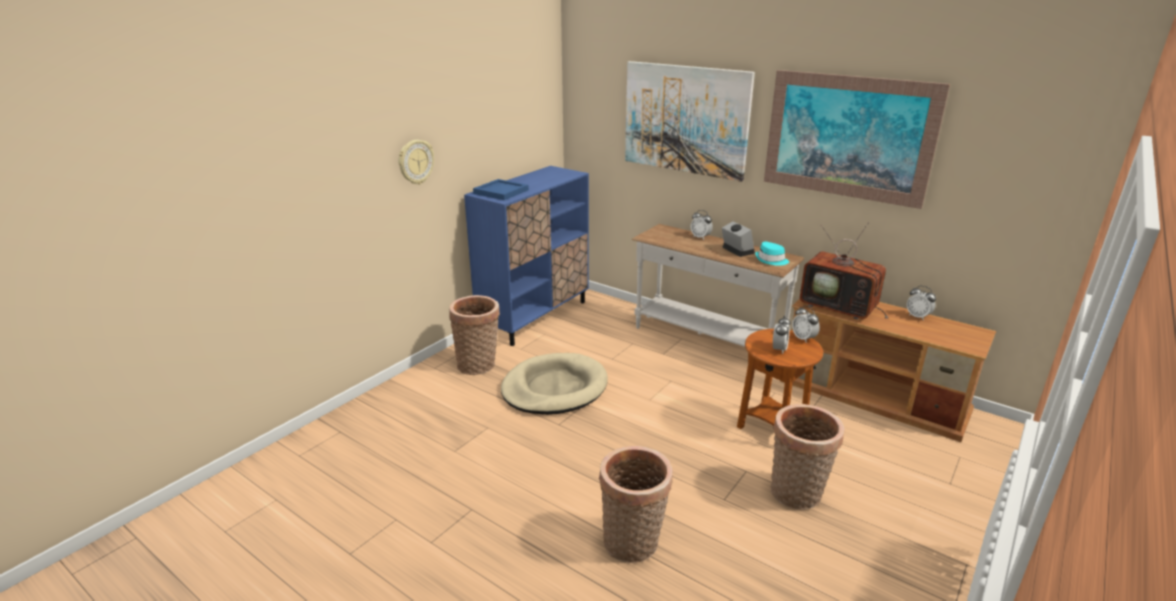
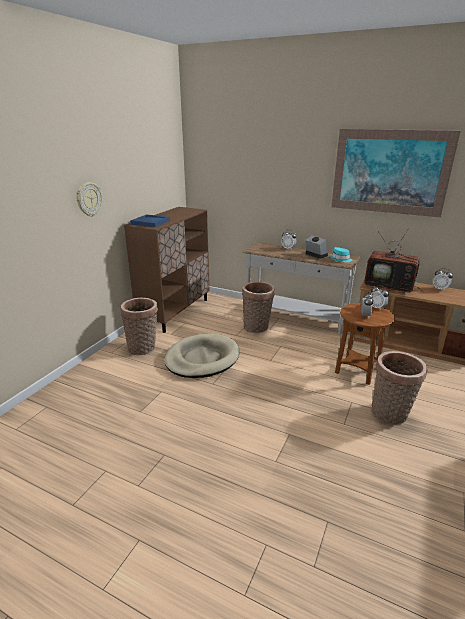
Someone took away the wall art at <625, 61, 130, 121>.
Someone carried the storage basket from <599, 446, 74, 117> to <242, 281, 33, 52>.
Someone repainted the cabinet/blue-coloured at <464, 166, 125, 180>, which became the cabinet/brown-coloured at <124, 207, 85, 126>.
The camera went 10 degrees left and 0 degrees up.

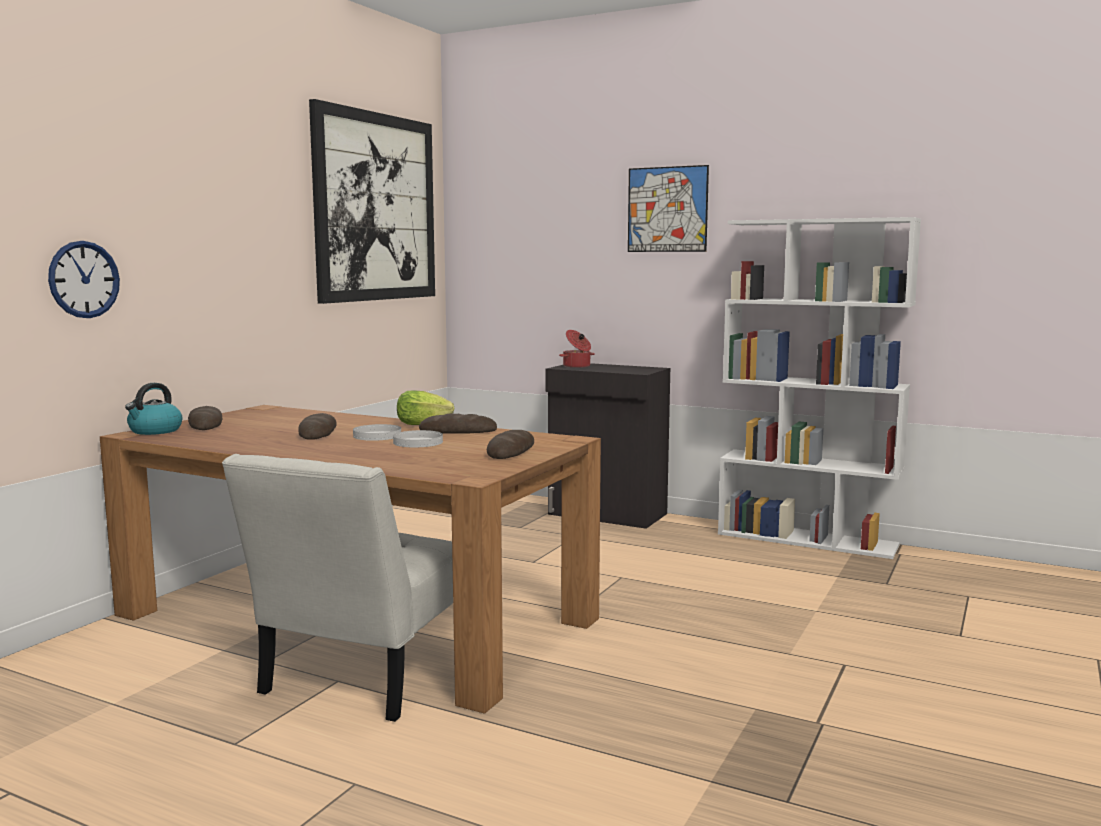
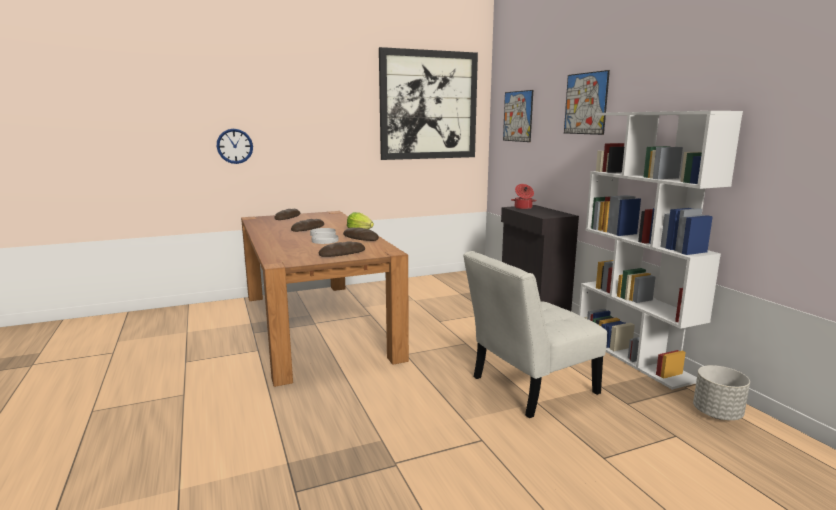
Someone took away the kettle at <125, 383, 57, 52>.
Someone put up the wall art at <503, 90, 30, 52>.
Someone put down the planter/gray at <693, 365, 57, 55>.
Someone carried the plain chair/white-coloured from <222, 454, 231, 268> to <463, 251, 144, 167>.
The camera went 40 degrees right and 5 degrees up.

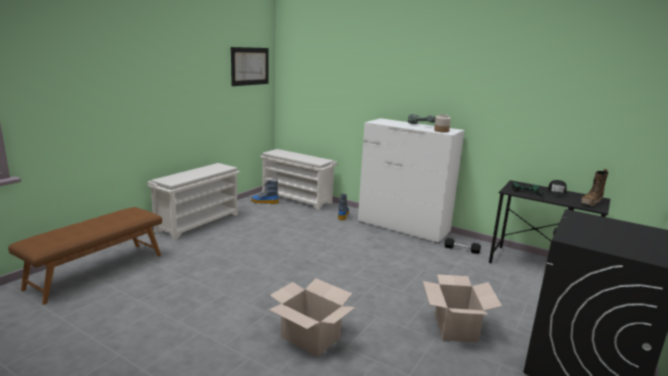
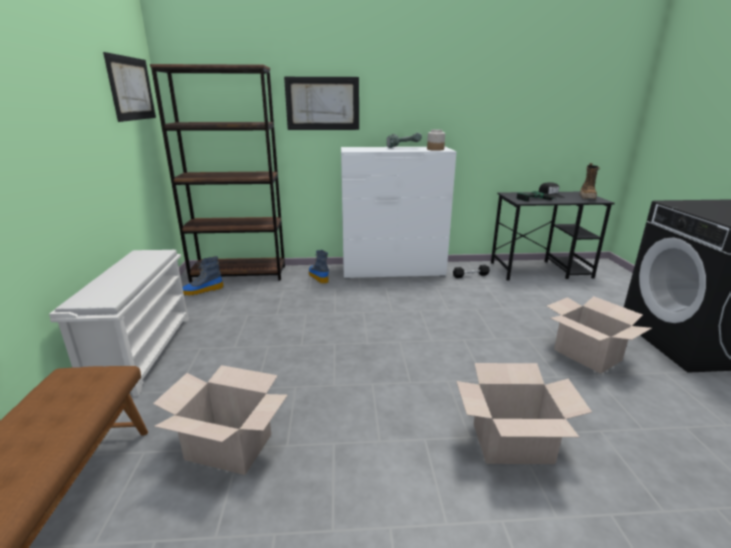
Someone put down the cardboard box at <153, 365, 135, 110>.
Someone put up the wall art at <284, 77, 75, 53>.
Someone swapped the shoe shelf/white-coloured at <260, 149, 77, 61> for the bookshelf/brown-coloured at <150, 64, 135, 219>.
The camera went 35 degrees left and 5 degrees up.

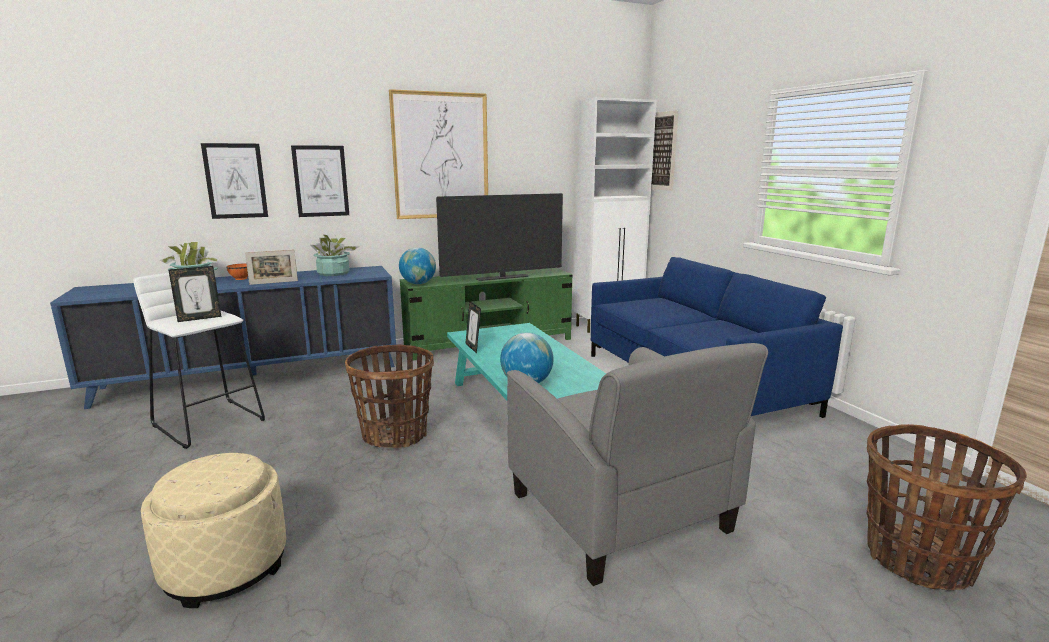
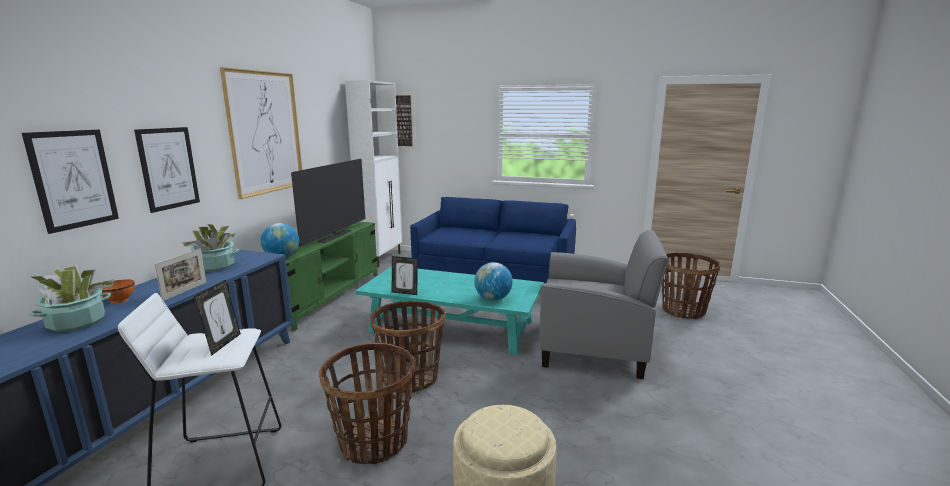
Someone put down the storage basket at <319, 343, 96, 121>.
The camera went 50 degrees left and 0 degrees up.

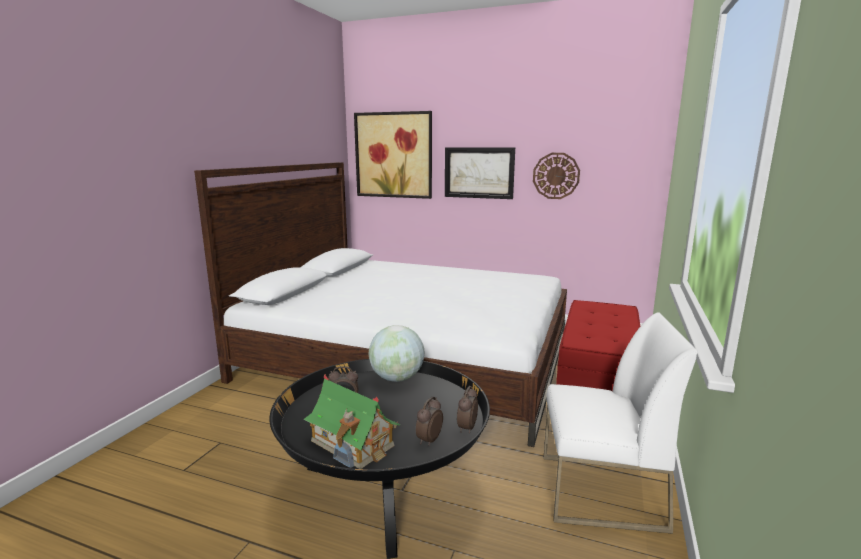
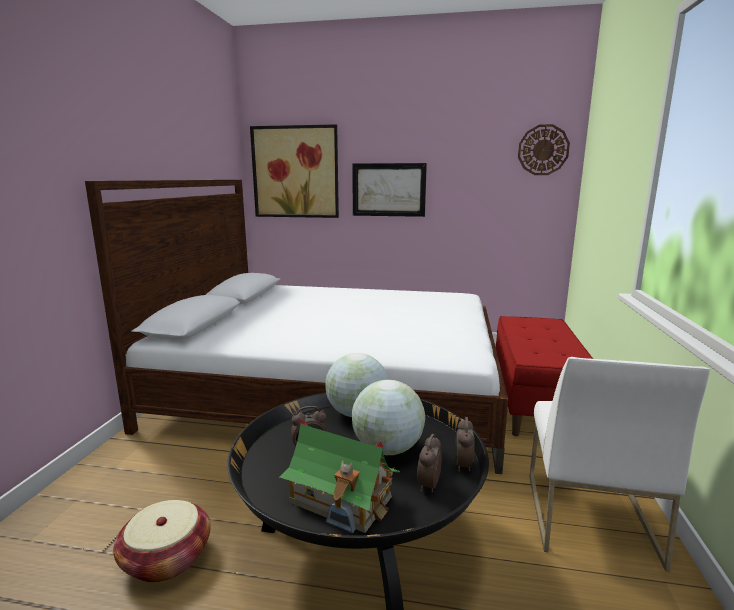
Someone put down the storage basket at <113, 500, 98, 83>.
Someone put down the world globe at <352, 380, 73, 75>.
Someone carried the clock on the wall from <533, 153, 47, 46> to <518, 124, 52, 51>.
Someone rotated the plain chair/white-coloured at <544, 313, 154, 221> by 105 degrees clockwise.
The camera went 10 degrees left and 0 degrees up.

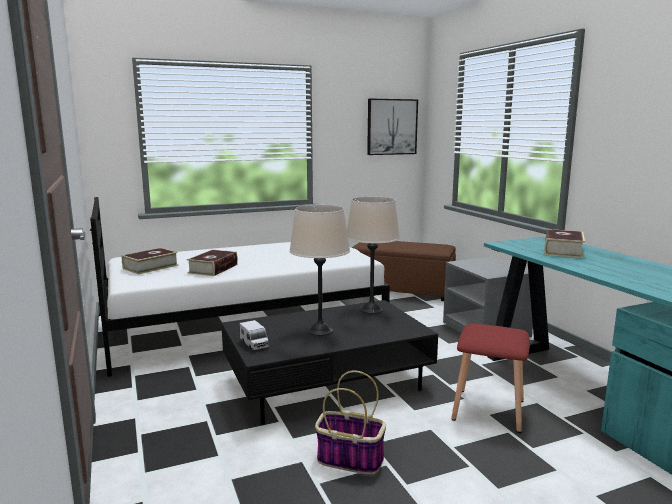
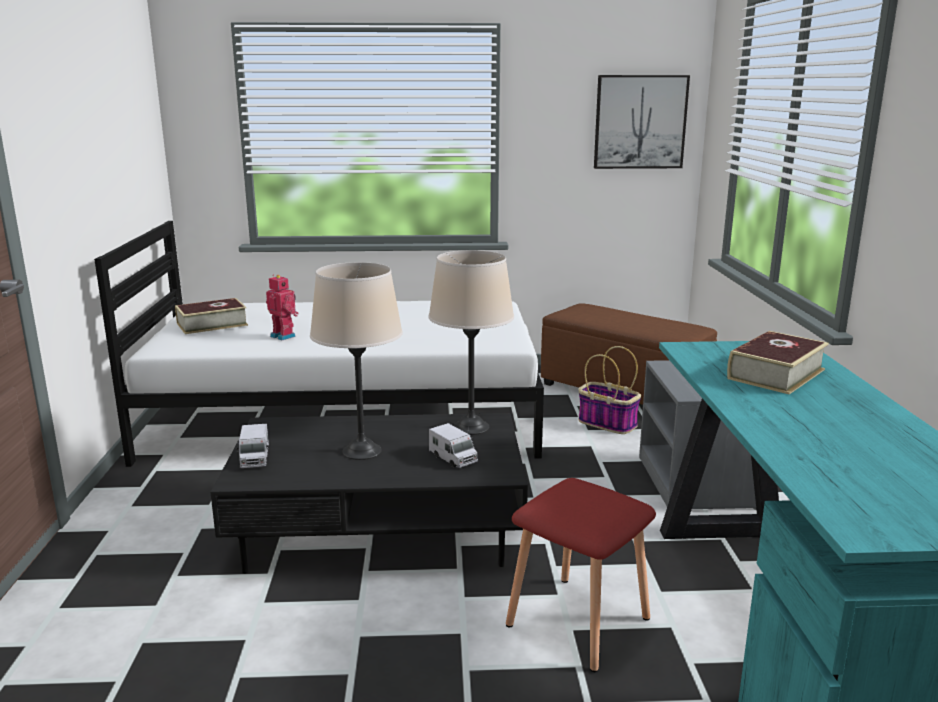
Someone put down the toy truck at <429, 423, 49, 45>.
Someone carried the storage basket from <315, 371, 71, 104> to <578, 346, 63, 88>.
Someone swapped the book at <187, 250, 51, 26> for the robot figure at <266, 275, 32, 65>.
The camera went 20 degrees right and 5 degrees up.

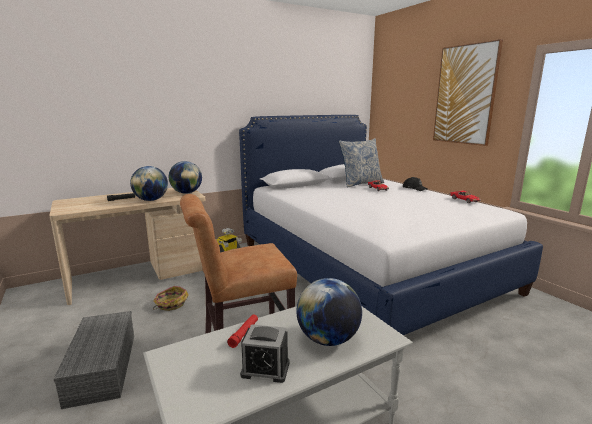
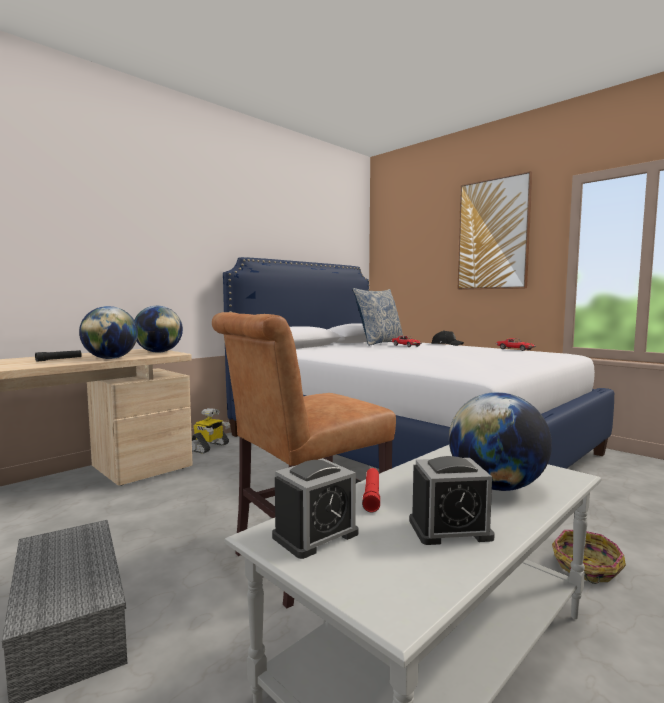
Someone put down the table clock at <272, 458, 86, 101>.
Someone carried the storage basket from <153, 286, 36, 25> to <552, 530, 74, 54>.
The camera went 15 degrees left and 10 degrees down.

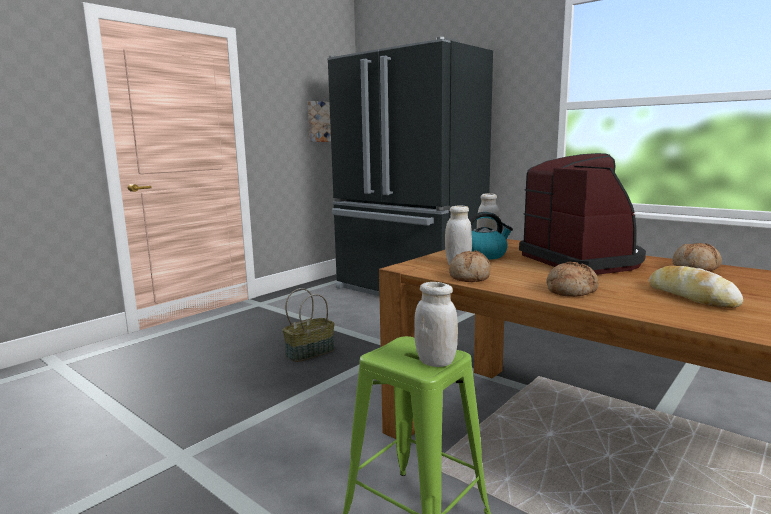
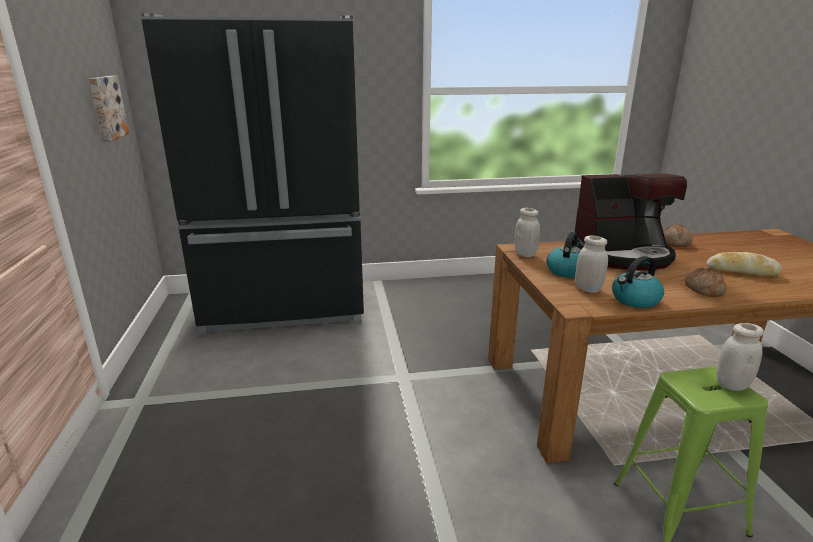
Someone took away the storage basket at <283, 288, 52, 74>.
Someone swapped the bakery bread at <449, 251, 42, 31> for the kettle at <612, 256, 52, 52>.
Someone rotated the coffee maker at <519, 153, 127, 122> by 150 degrees clockwise.
The camera went 50 degrees left and 10 degrees up.

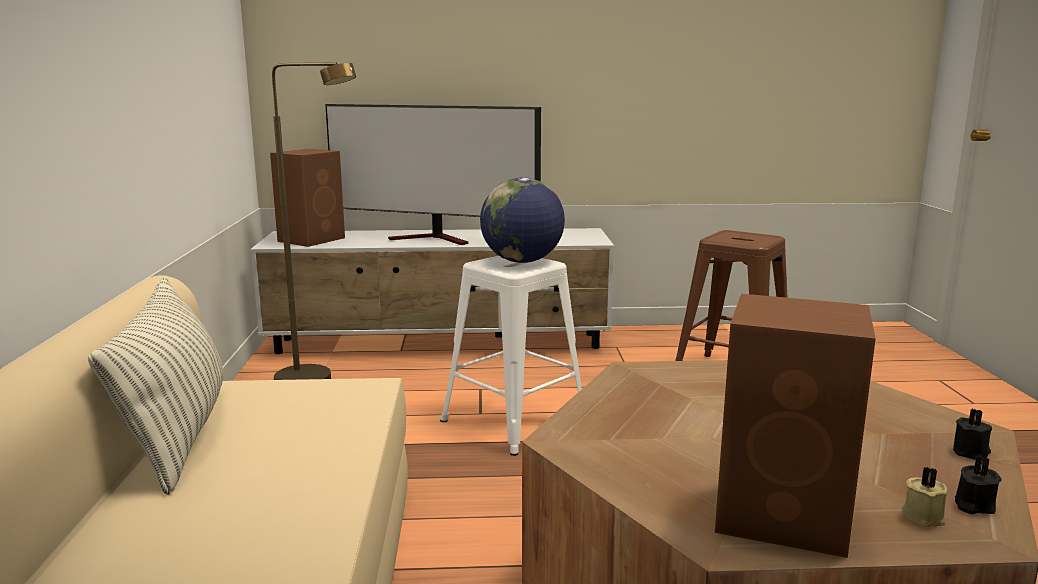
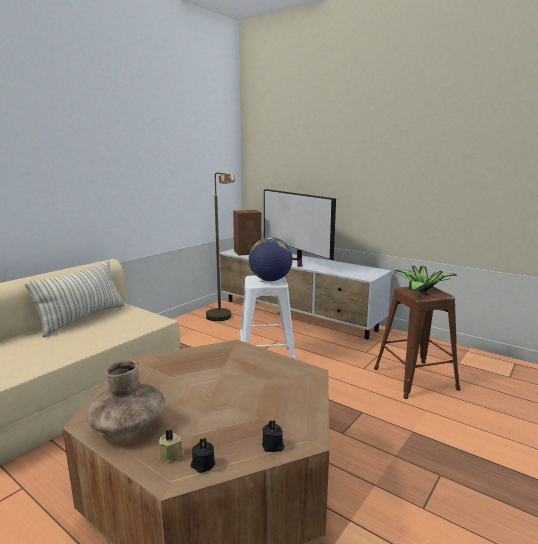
Someone put down the plant in a pot at <394, 266, 63, 26>.
Someone swapped the loudspeaker/brown-coloured at <715, 294, 161, 264> for the decorative vase/brown-coloured at <86, 360, 79, 76>.
The camera went 40 degrees right and 0 degrees up.

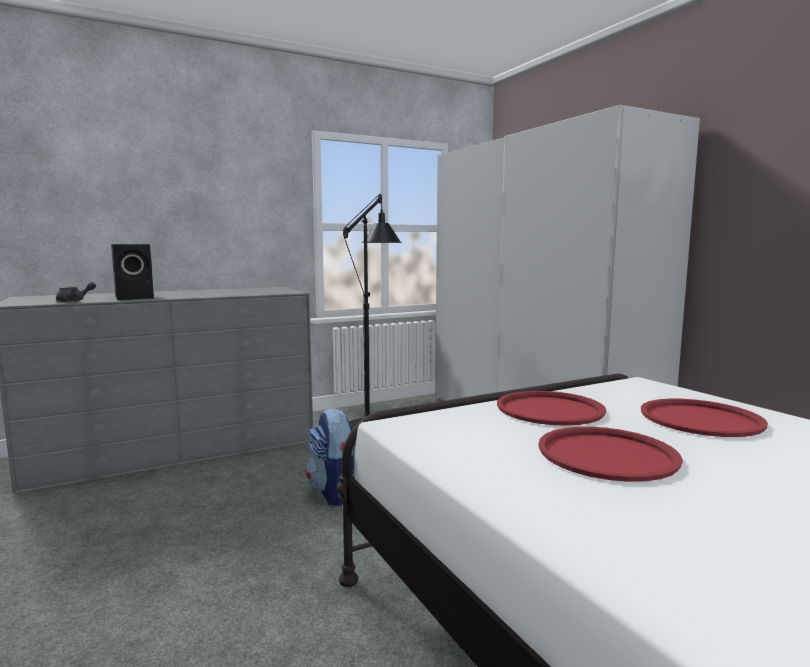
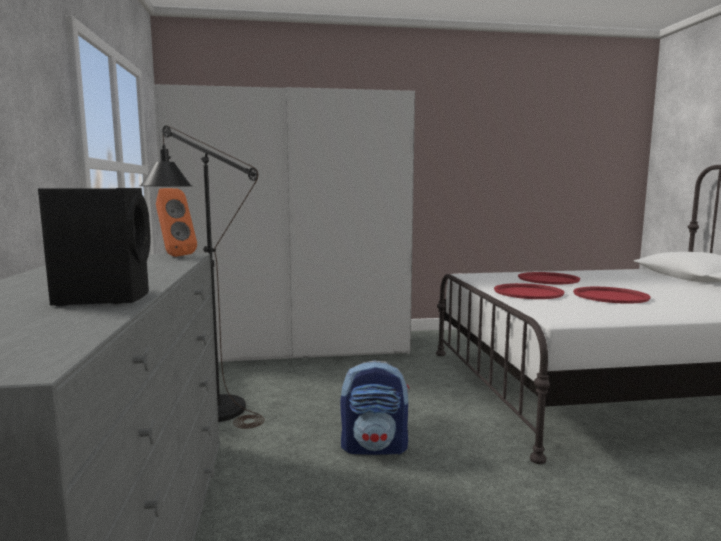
Someone took away the teapot/gray at <56, 282, 40, 20>.
Someone put down the loudspeaker/orange at <156, 188, 41, 69>.
The camera went 70 degrees left and 0 degrees up.

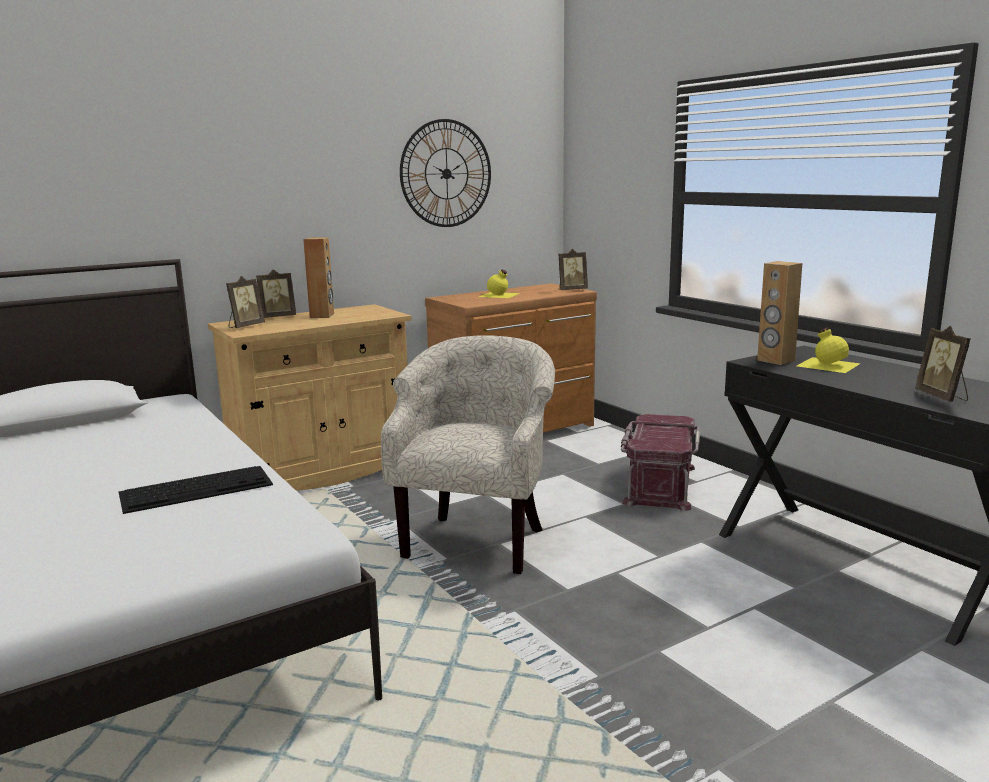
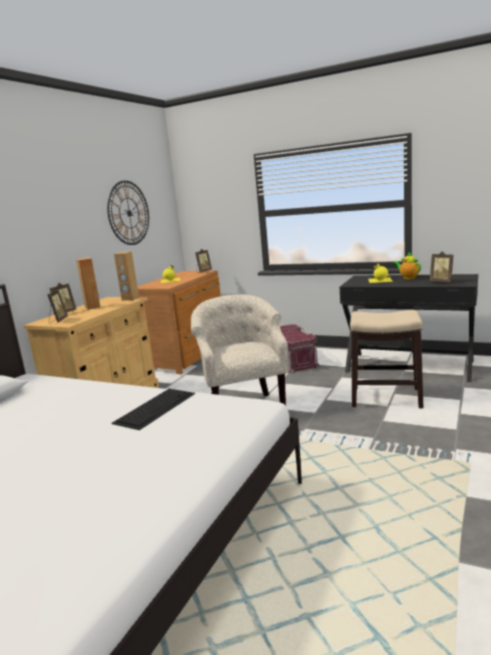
Someone put down the stool at <350, 310, 73, 98>.
Someone put down the teapot at <393, 252, 28, 27>.
Someone carried the loudspeaker/brown-coloured from <757, 261, 45, 104> to <114, 251, 25, 50>.
The camera went 30 degrees left and 0 degrees up.

